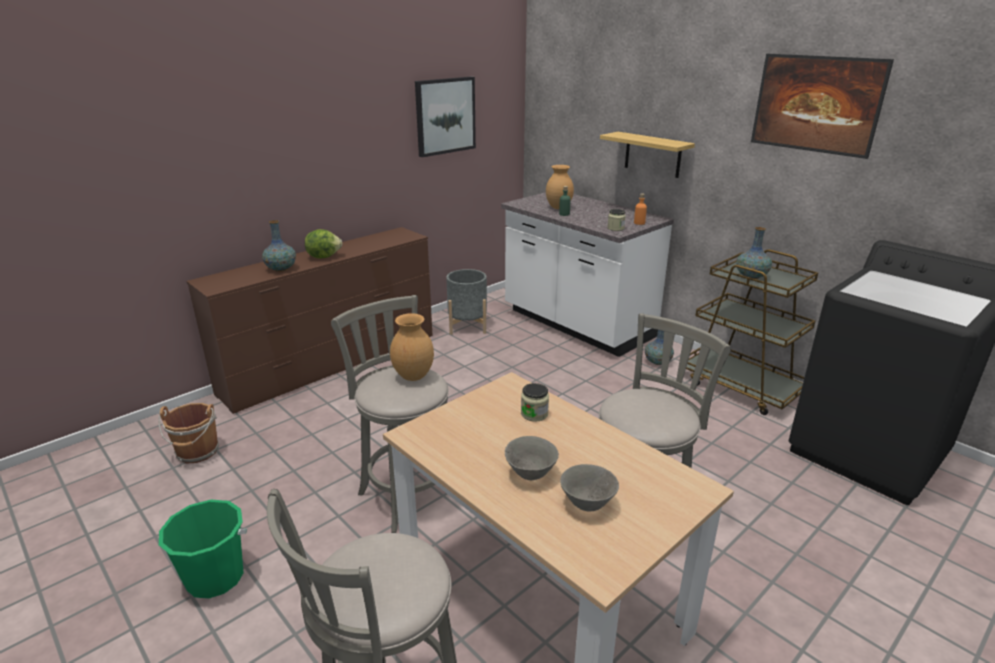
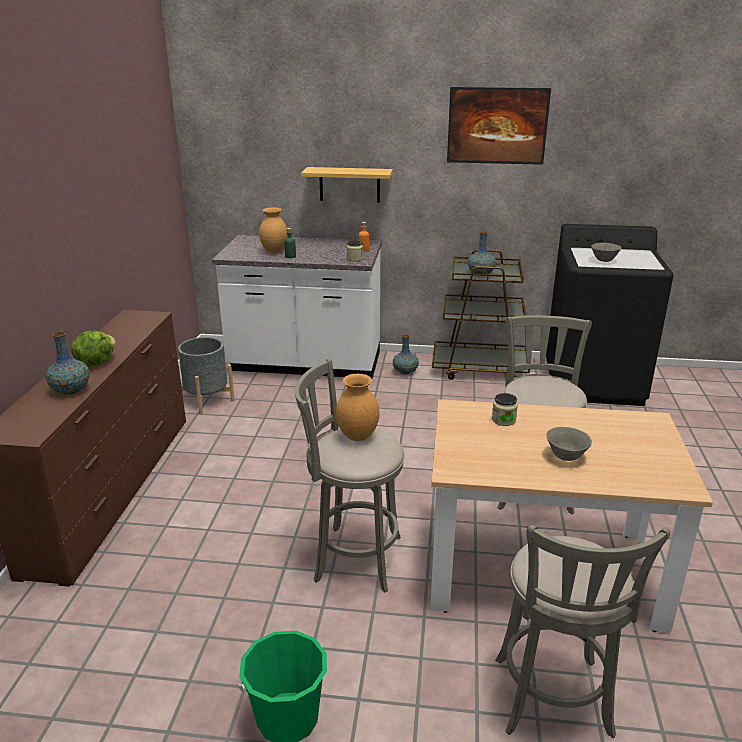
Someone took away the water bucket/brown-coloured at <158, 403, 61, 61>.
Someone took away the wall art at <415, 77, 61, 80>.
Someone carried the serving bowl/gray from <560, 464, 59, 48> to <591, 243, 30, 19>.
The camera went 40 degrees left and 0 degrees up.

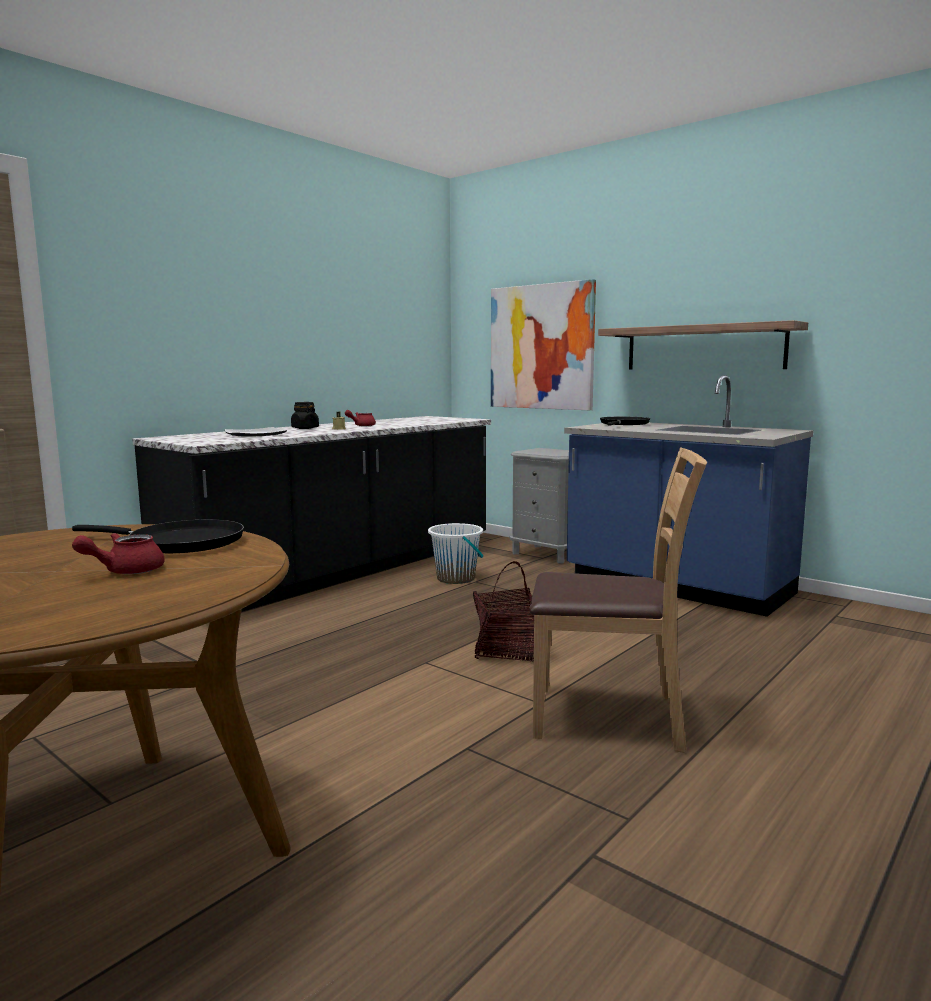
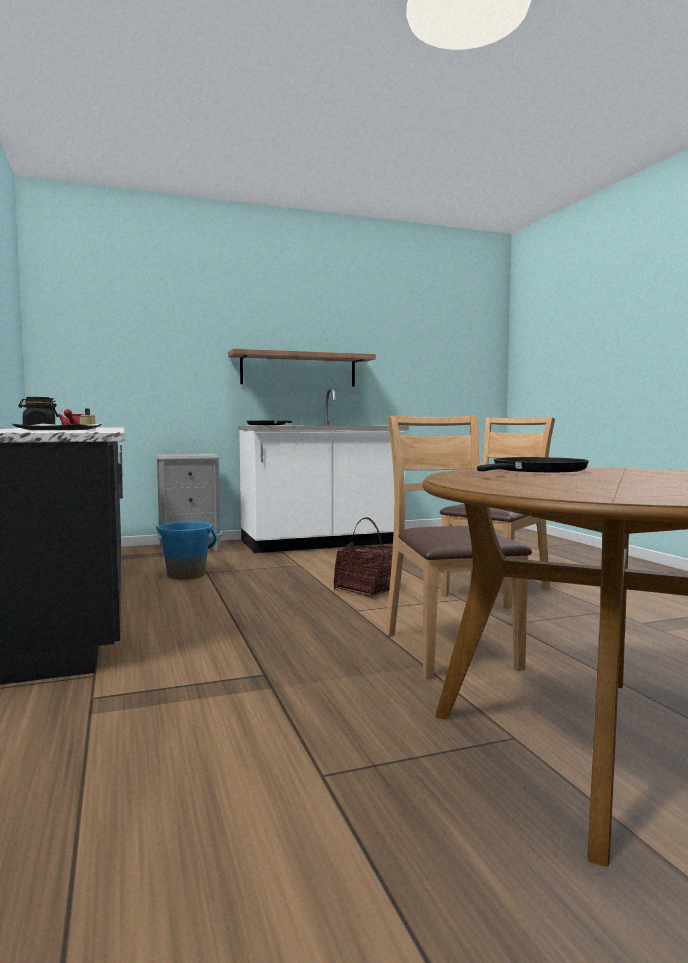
Someone took away the teapot/red-coloured at <72, 533, 93, 41>.
Someone took away the wall art at <491, 279, 105, 131>.
Someone put down the plain chair/brown-coloured at <385, 416, 147, 263>.
Someone repainted the water bucket/white-coloured at <428, 523, 55, 61>, which became the water bucket/blue-coloured at <156, 522, 61, 57>.
Someone repainted the kitchen counter/blue-coloured at <564, 375, 250, 242>, which became the kitchen counter/white-coloured at <238, 389, 171, 164>.
The camera went 60 degrees left and 5 degrees down.

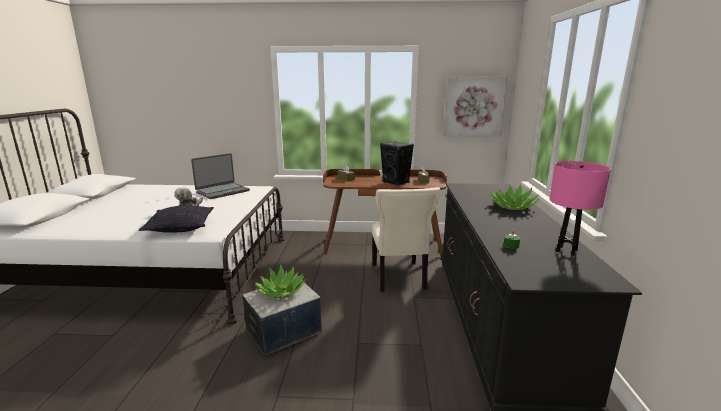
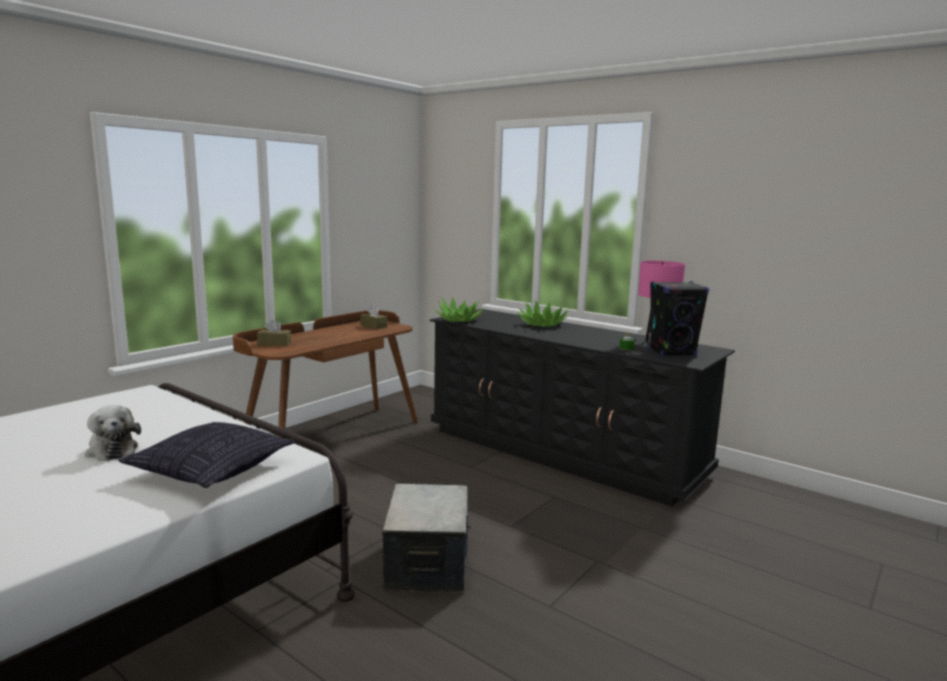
Someone took away the portable computer at <191, 153, 59, 46>.
Someone took away the plain chair/beige-coloured at <372, 187, 68, 105>.
Someone took away the wall art at <443, 77, 65, 60>.
Someone carried the plant in a pot from <255, 265, 51, 34> to <434, 297, 50, 25>.
Someone carried the loudspeaker/black-coloured from <380, 141, 34, 45> to <649, 281, 60, 75>.
The camera went 55 degrees left and 5 degrees down.

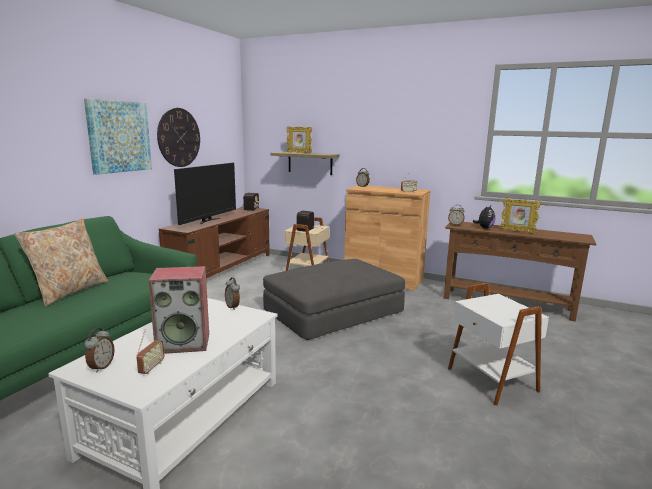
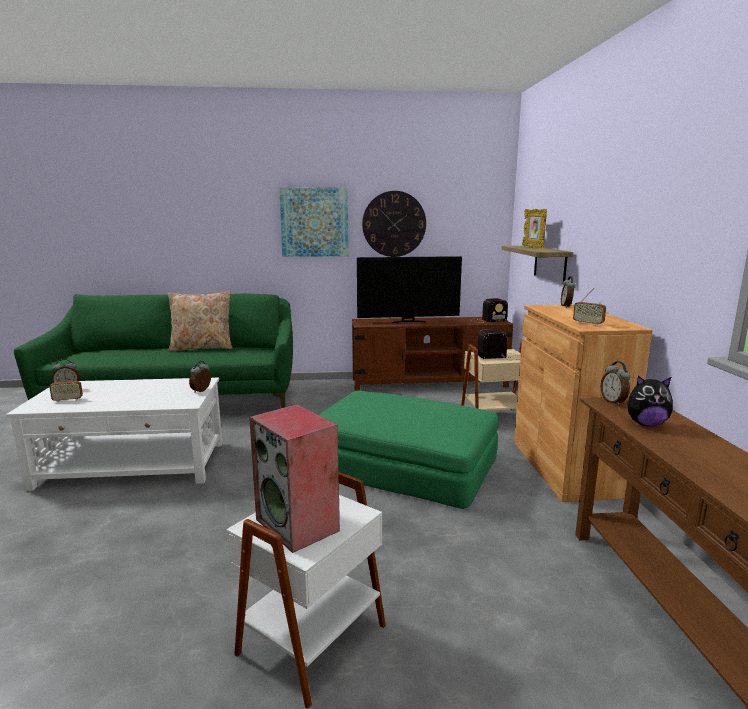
Someone took away the standing frame at <499, 198, 42, 35>.
Someone carried the loudspeaker from <148, 266, 61, 88> to <249, 404, 91, 149>.
Someone repainted the ottoman/gray at <263, 259, 142, 81>, which became the ottoman/greenish at <318, 391, 181, 118>.
The camera went 60 degrees right and 0 degrees up.

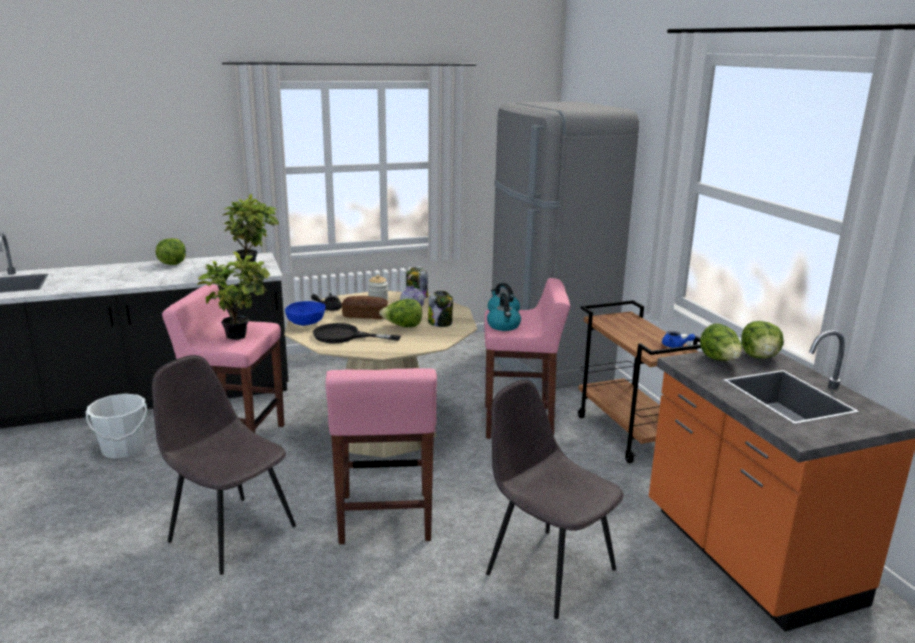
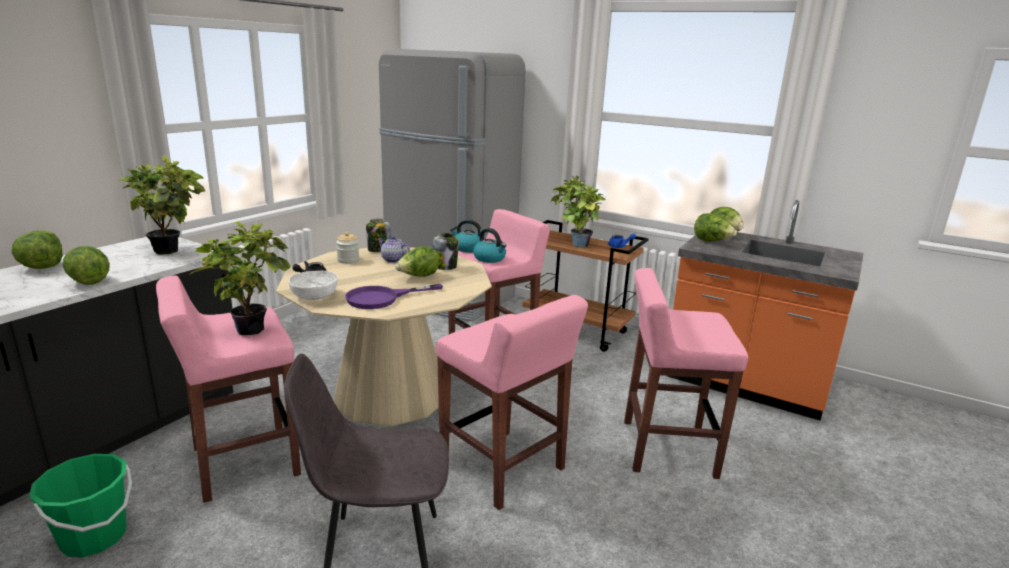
Someone took away the bakery bread at <342, 296, 46, 23>.
Someone put down the lettuce head at <63, 246, 47, 39>.
Someone put down the plant in a pot at <551, 176, 55, 71>.
Someone swapped the plain chair/gray at <486, 379, 138, 240> for the stool/pinkish at <624, 268, 124, 211>.
Someone repainted the water bucket/white-coloured at <86, 393, 61, 66>, which became the water bucket/greenish at <29, 454, 103, 103>.
Someone repainted the serving bowl/blue-coloured at <285, 301, 40, 25>, which became the serving bowl/white-coloured at <289, 271, 49, 29>.
Someone repainted the pan/black-coloured at <313, 323, 88, 20>, which became the pan/purple-coloured at <345, 284, 98, 25>.
The camera went 40 degrees left and 0 degrees up.

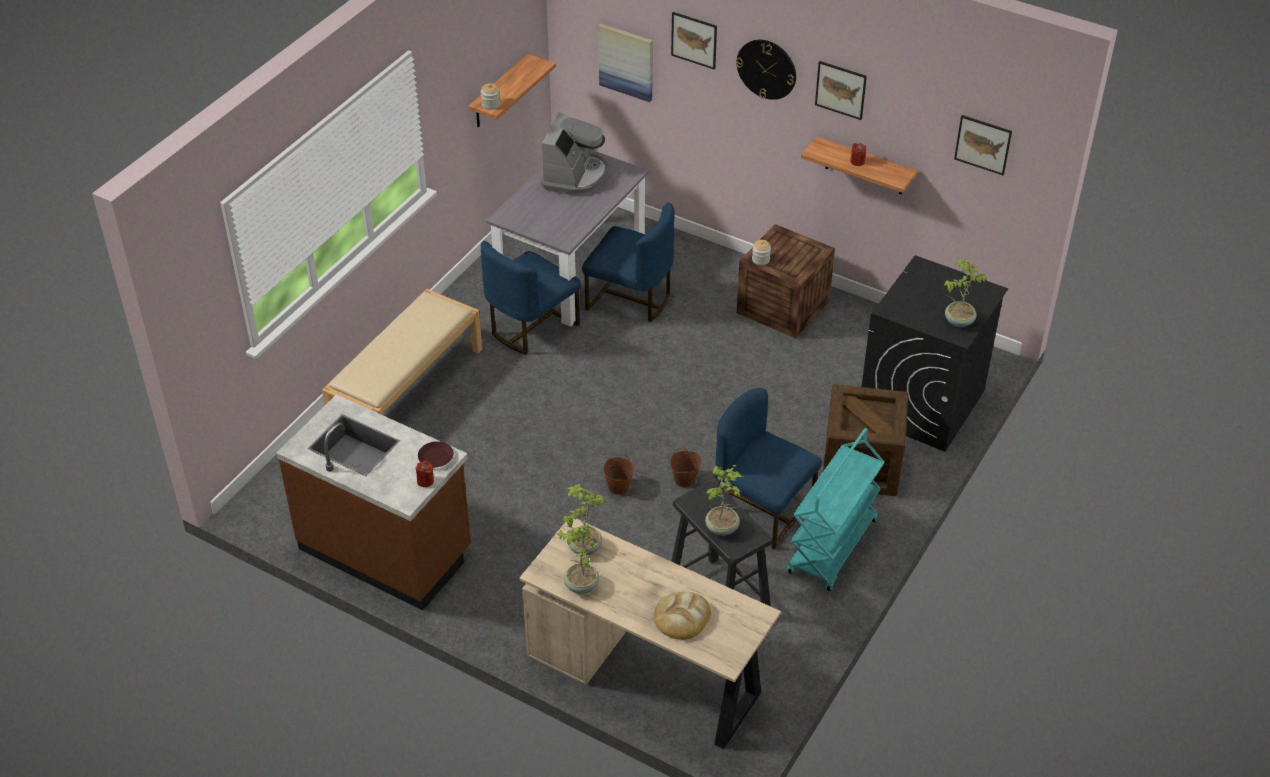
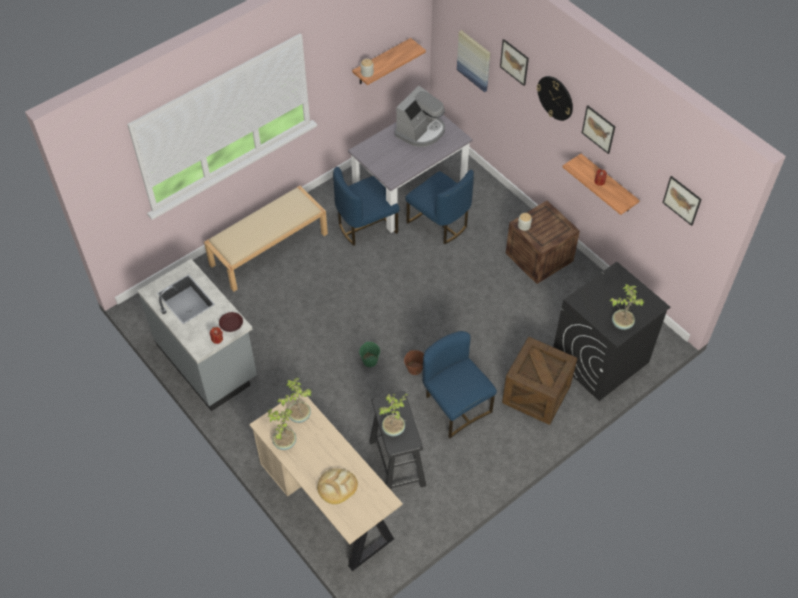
Someone took away the trolley/turquoise at <787, 428, 97, 163>.
Someone repainted the kitchen counter/brown-coloured at <276, 395, 195, 216>, which became the kitchen counter/gray at <138, 259, 119, 152>.
Someone repainted the water bucket/brown-coloured at <603, 455, 31, 40>, which became the water bucket/greenish at <359, 342, 21, 25>.
The camera went 20 degrees right and 10 degrees up.

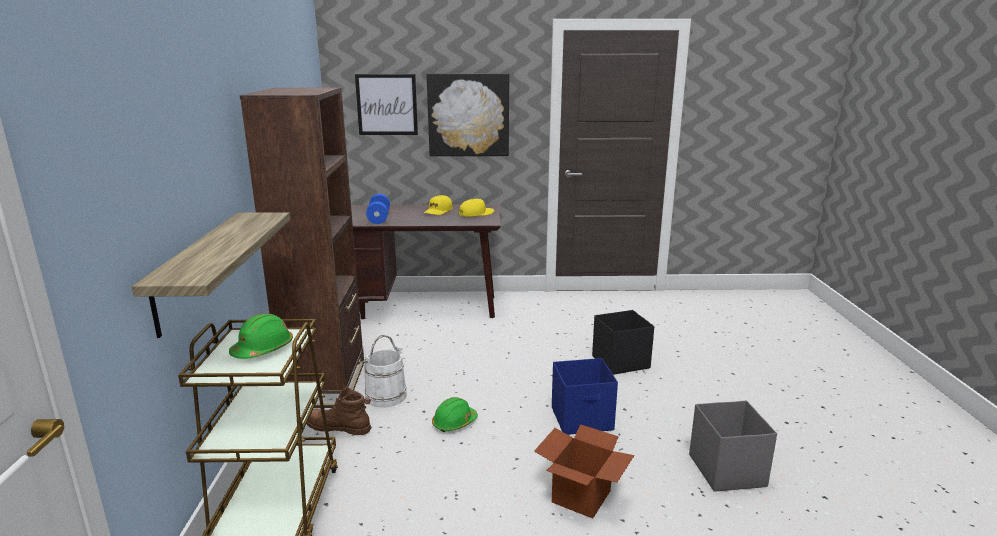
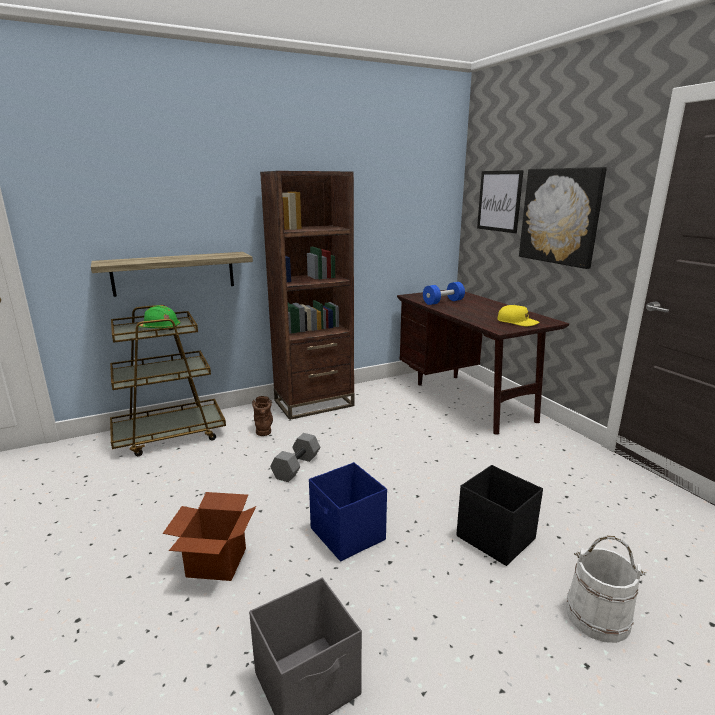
Someone took away the peaked cap/yellow-coloured at <424, 195, 29, 20>.
Someone carried the water bucket/white-coloured from <363, 335, 44, 73> to <566, 536, 81, 107>.
Someone swapped the safety helmet/greenish at <432, 397, 46, 35> for the dumbbell/gray at <270, 433, 50, 49>.
The camera went 65 degrees right and 0 degrees up.

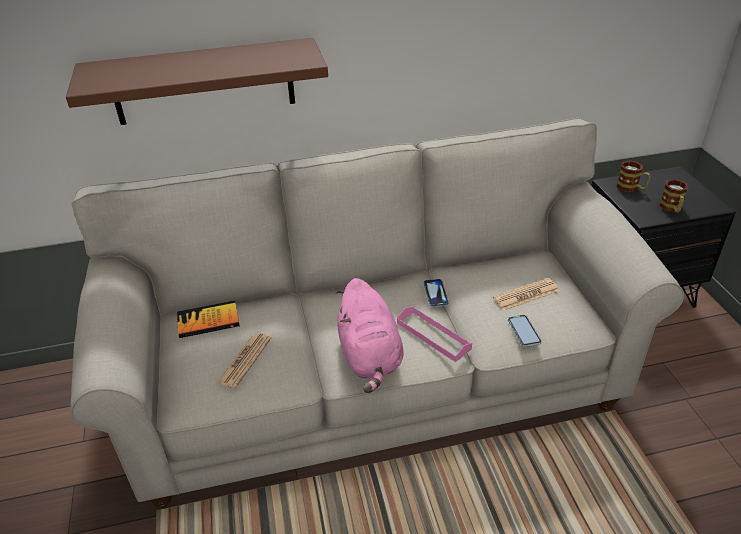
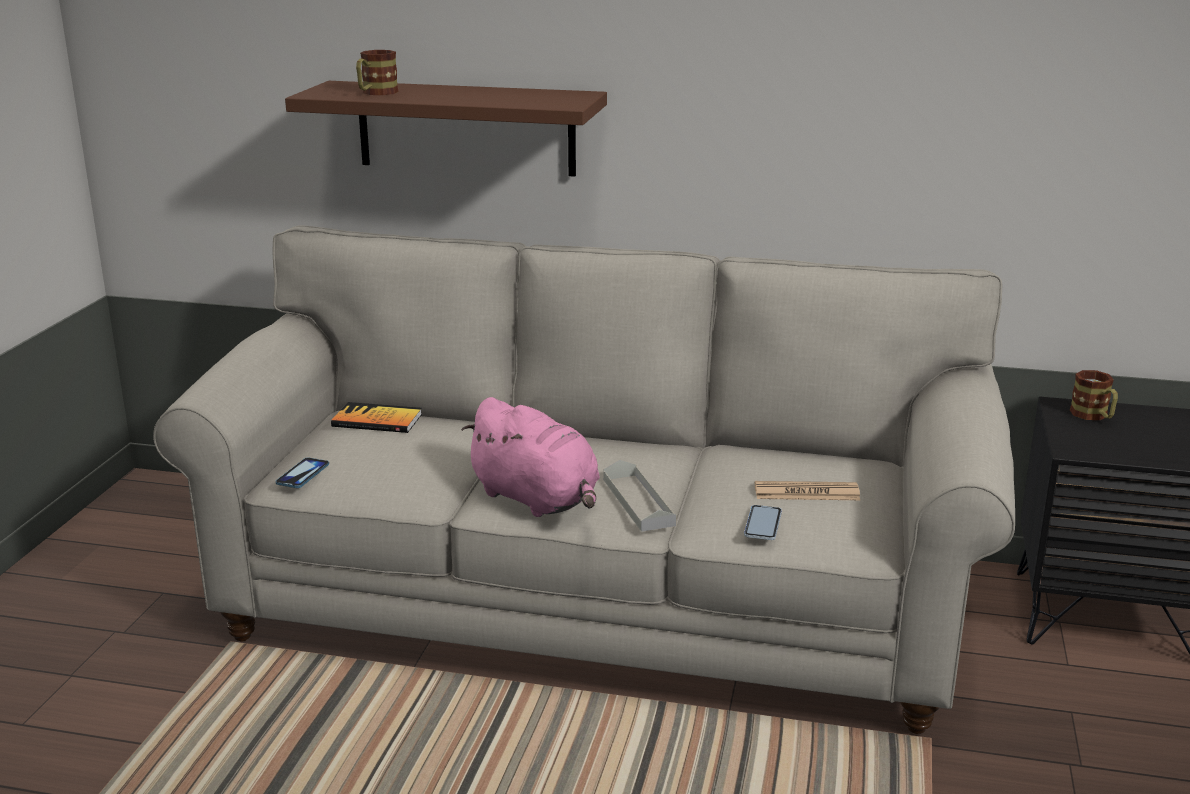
Someone took away the newspaper at <216, 333, 55, 56>.
Someone carried the phone from <424, 279, 24, 27> to <275, 458, 54, 30>.
Someone carried the mug from <659, 179, 29, 34> to <356, 50, 42, 45>.
Someone repainted the tray/pinkish at <397, 306, 75, 56>, which became the tray/gray at <603, 460, 74, 72>.
Someone rotated the plush toy/pinkish at <336, 278, 68, 115> by 60 degrees counterclockwise.
The camera went 25 degrees right and 15 degrees down.

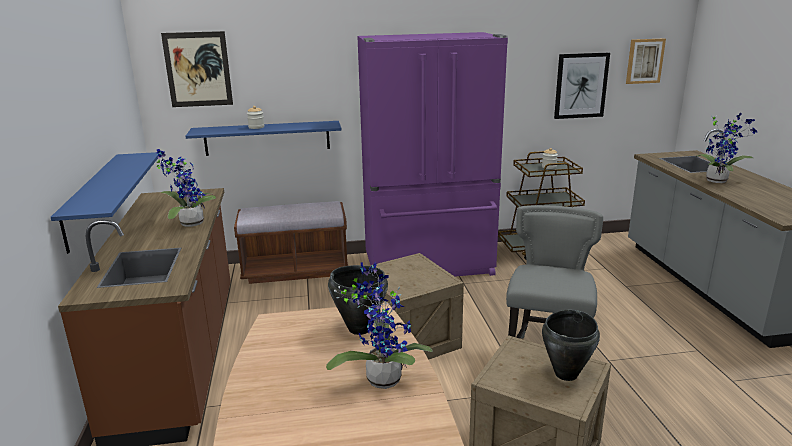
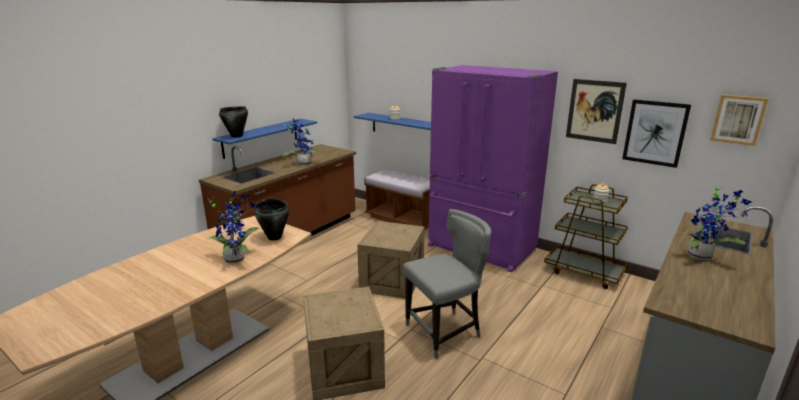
Someone carried the wall art from <161, 31, 72, 76> to <566, 79, 61, 65>.
Someone carried the saucepot/black-coloured from <542, 310, 58, 71> to <219, 106, 29, 32>.
The camera went 45 degrees right and 0 degrees up.

